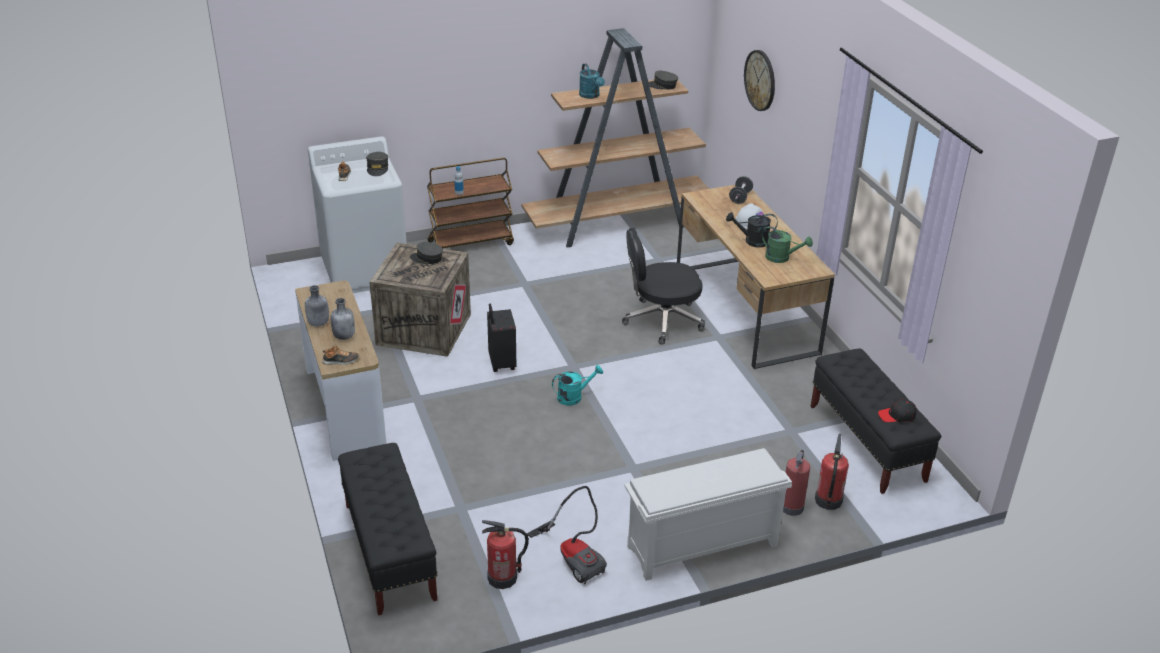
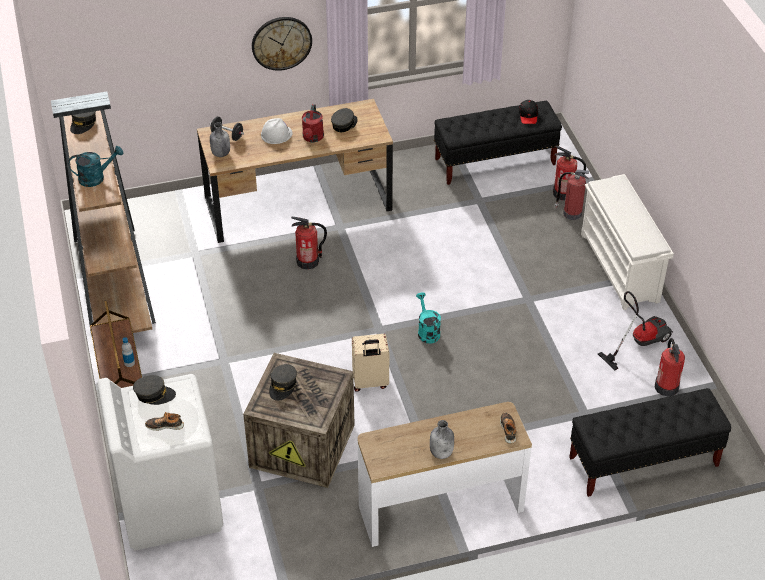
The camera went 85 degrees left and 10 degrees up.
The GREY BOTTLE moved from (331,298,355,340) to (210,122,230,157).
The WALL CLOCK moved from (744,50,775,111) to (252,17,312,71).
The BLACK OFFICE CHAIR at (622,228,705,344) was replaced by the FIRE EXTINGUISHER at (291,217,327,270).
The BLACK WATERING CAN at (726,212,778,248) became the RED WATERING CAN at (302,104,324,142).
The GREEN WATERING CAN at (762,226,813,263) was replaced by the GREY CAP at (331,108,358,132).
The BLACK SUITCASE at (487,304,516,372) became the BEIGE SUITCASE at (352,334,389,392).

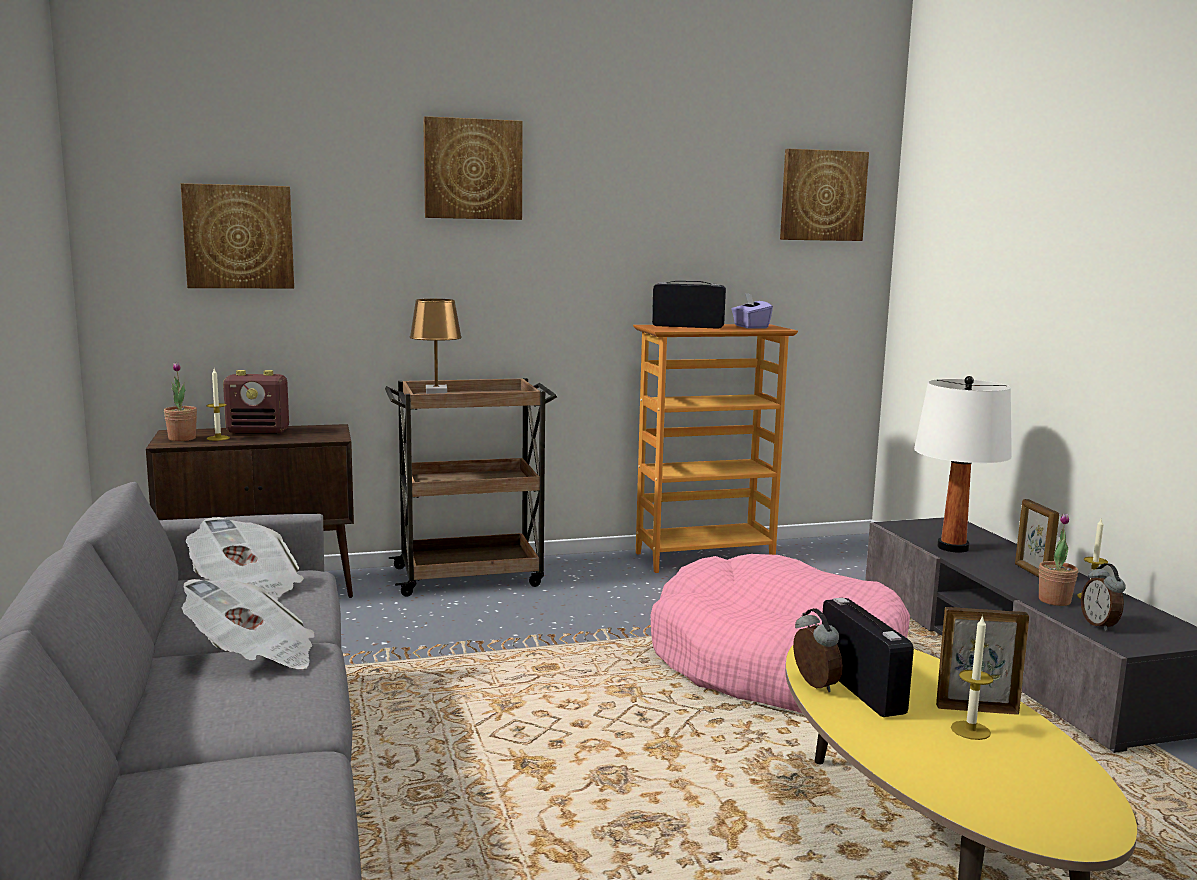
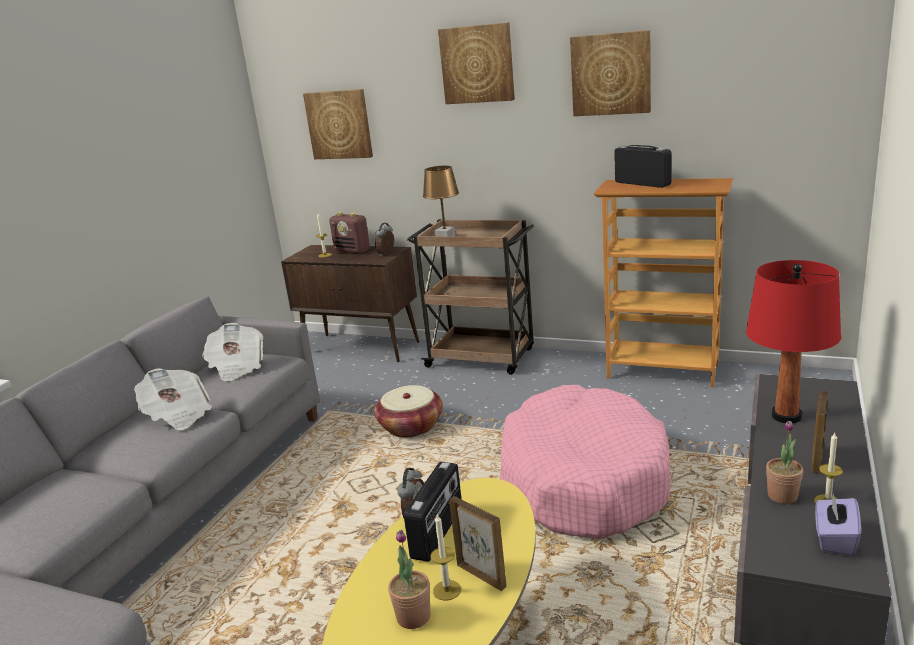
The camera went 40 degrees right and 10 degrees up.
The BASKET at (374,385,443,438) appeared.
The ALARM CLOCK moved from (1081,563,1125,631) to (375,223,394,256).
The POTTED PLANT moved from (164,362,197,441) to (388,530,430,629).
The PICTURE moved from (780,149,869,241) to (570,30,651,116).
The WHITE TABLE LAMP at (914,376,1012,553) became the RED TABLE LAMP at (746,260,841,423).
The PURPLE TISSUE BOX moved from (731,293,773,329) to (815,494,861,556).

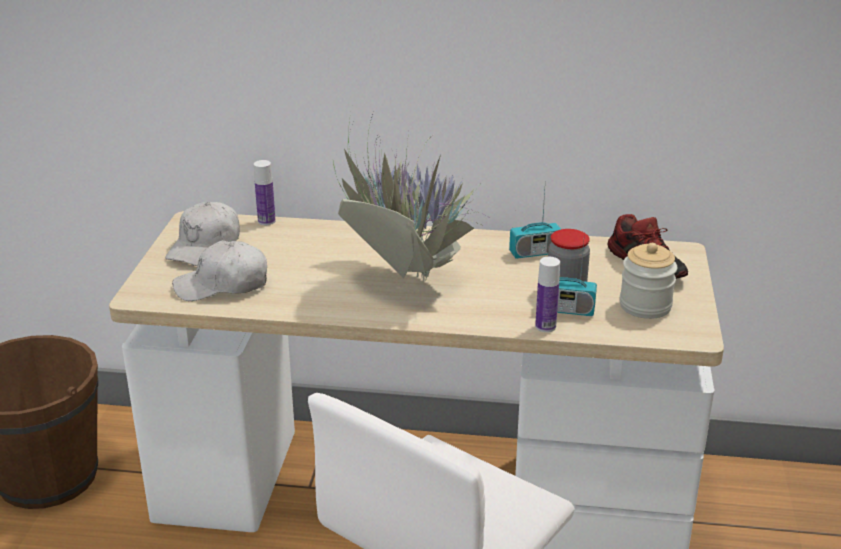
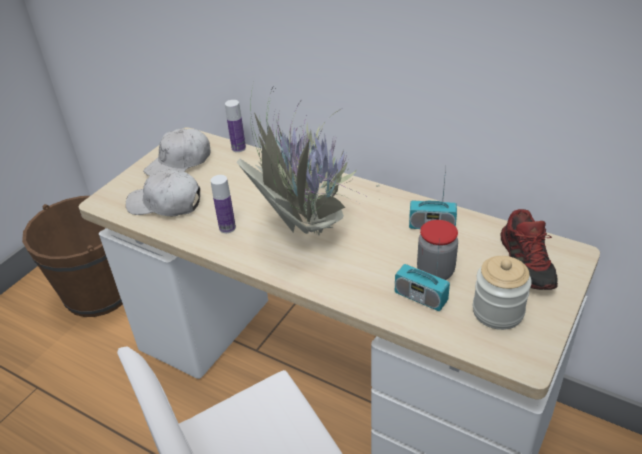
The camera went 25 degrees right and 10 degrees up.
The BOTTLE moved from (535,257,560,332) to (210,175,236,233).

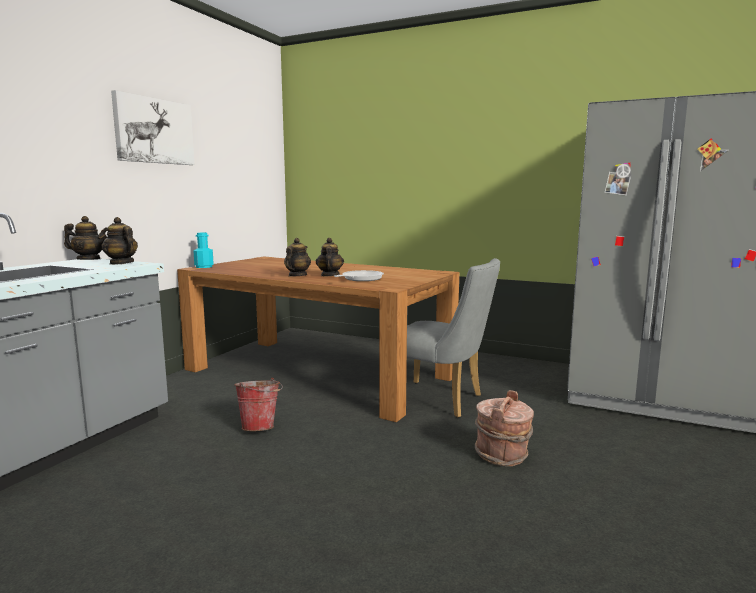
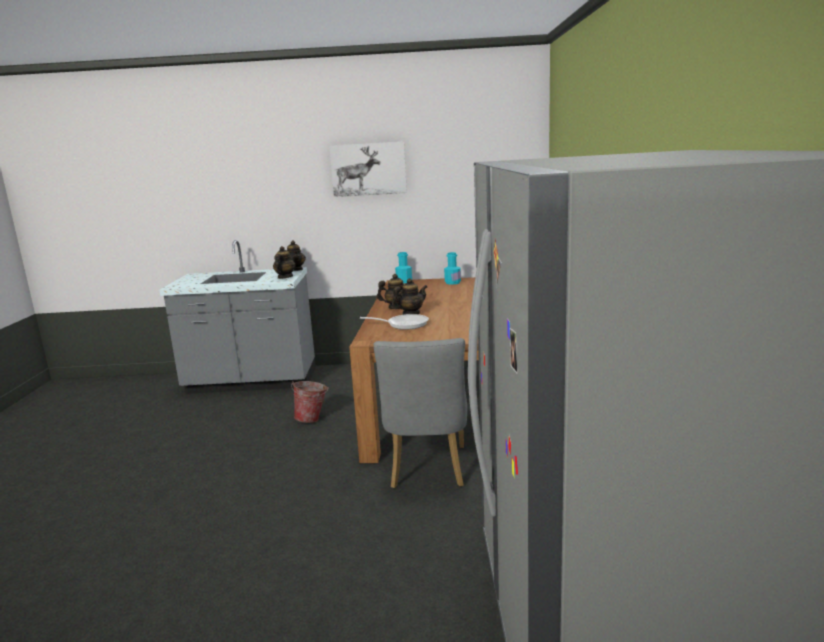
The camera went 65 degrees right and 5 degrees up.
The TURQUOISE BOTTLE at (444,252,461,285) appeared.
The BROWN BUCKET at (475,390,534,466) disappeared.

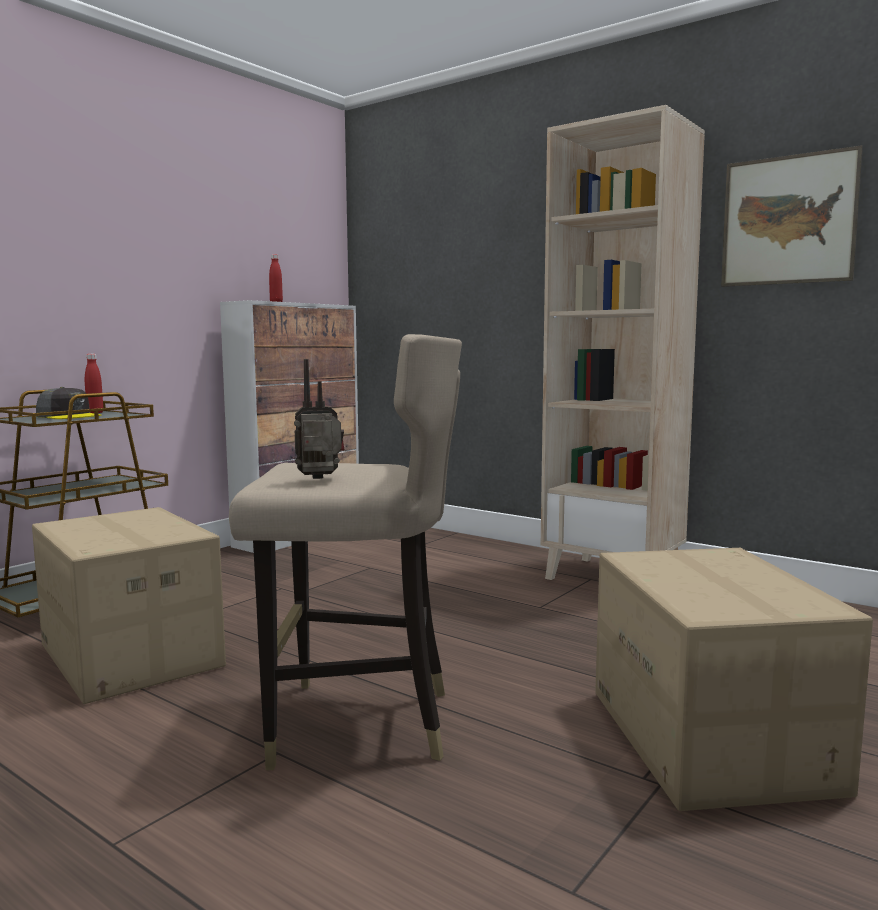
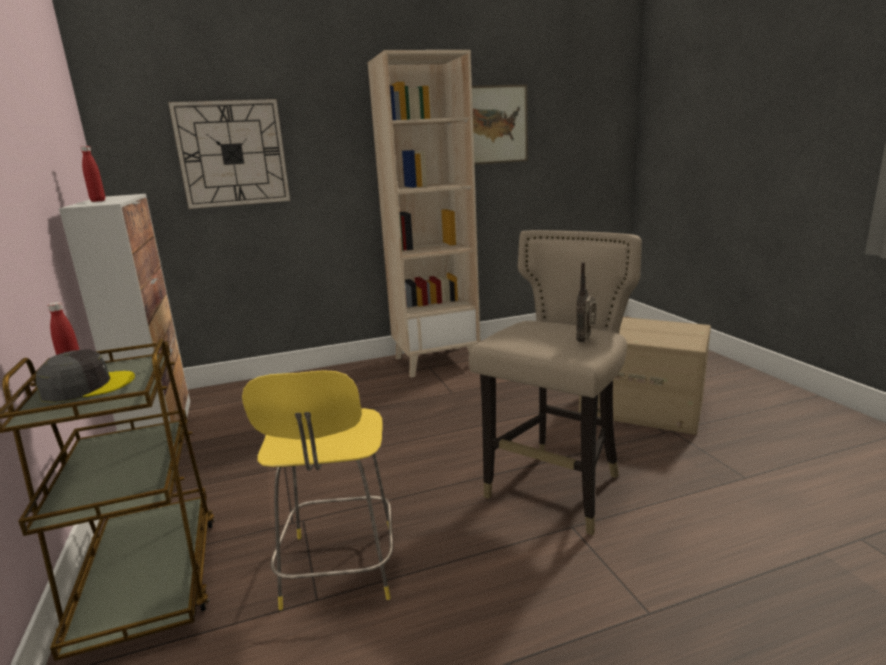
The camera went 55 degrees left and 10 degrees up.
The WALL CLOCK at (168,99,290,209) appeared.
The CARDBOARD BOX at (32,507,226,704) was replaced by the YELLOW STOOL at (242,370,393,610).

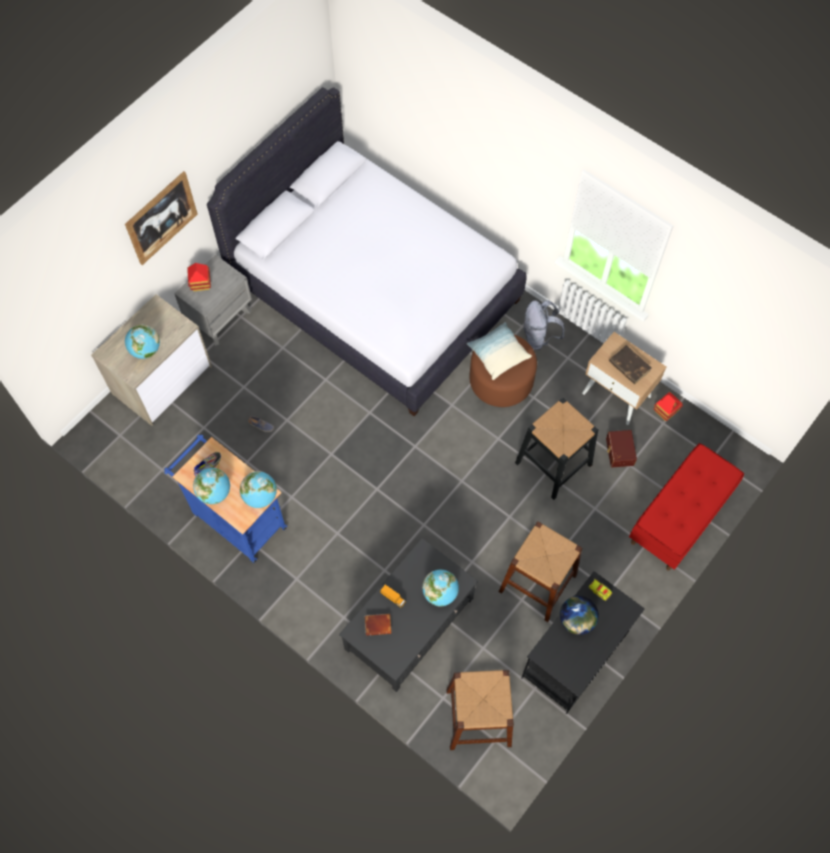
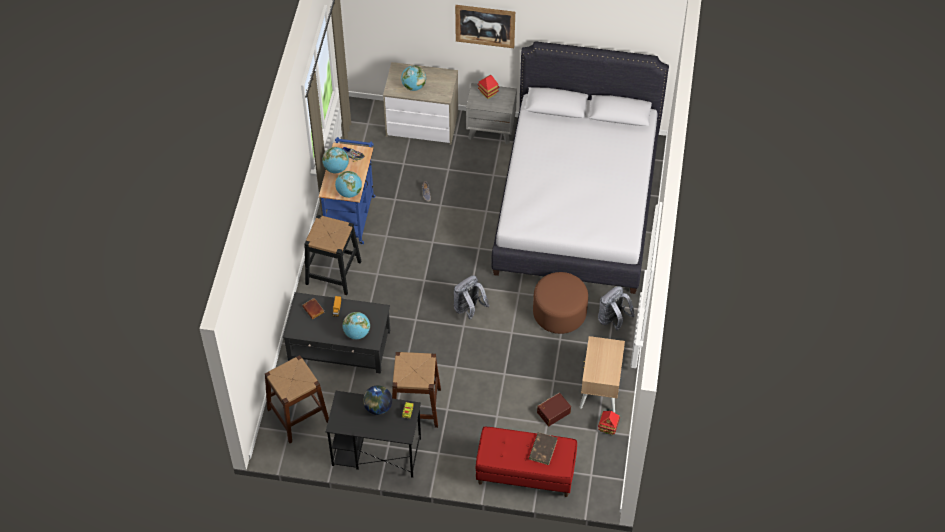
The camera went 60 degrees right and 10 degrees down.
The BLACK STOOL moved from (515,398,598,500) to (304,215,362,295).
The GREY BACKPACK at (454,276,490,320) appeared.
The BROWN BOOK moved from (609,345,651,384) to (529,432,558,465).
The PILLOW at (467,322,532,380) disappeared.

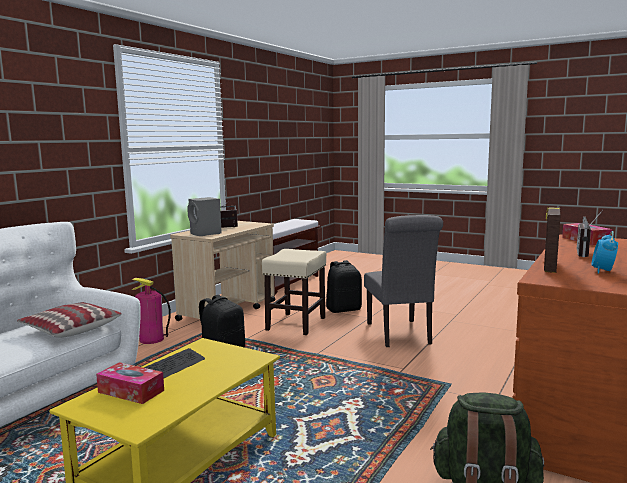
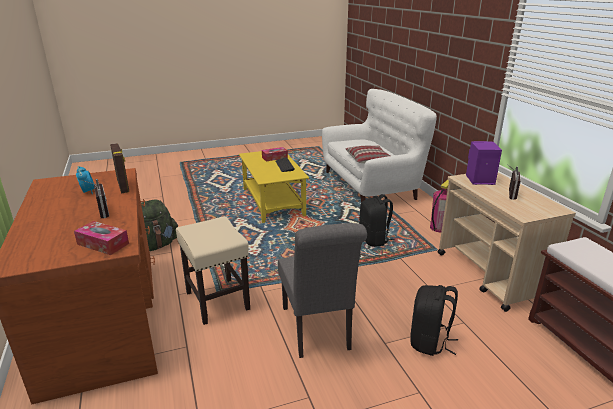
The camera went 130 degrees right and 15 degrees up.
The BEIGE STOOL moved from (262,249,326,335) to (176,216,250,325).
The GREY CHAIR at (364,215,443,347) turned 135 degrees counterclockwise.
The GREY SPEAKER at (187,197,222,236) became the PURPLE SPEAKER at (466,141,502,185).

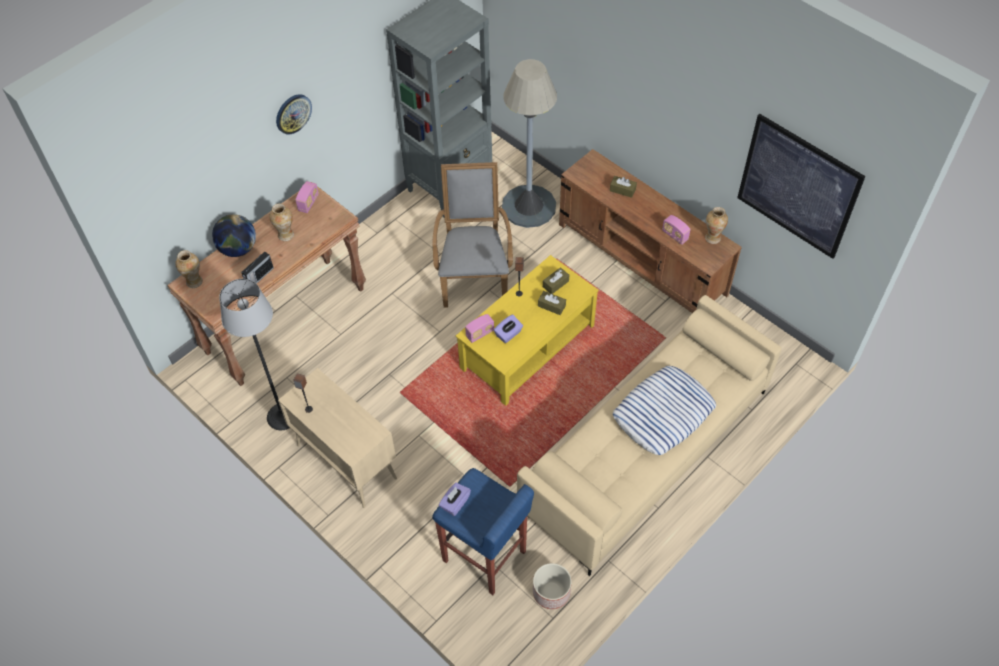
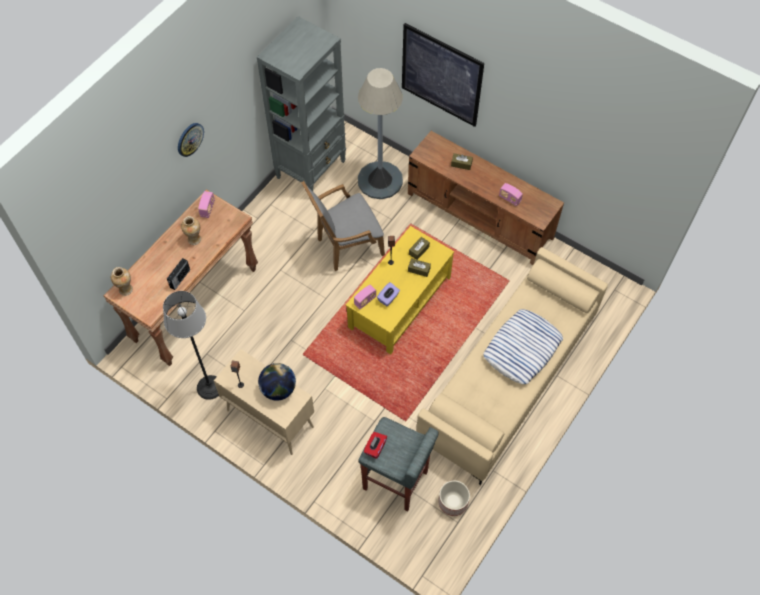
The camera went 10 degrees left and 5 degrees up.
The GLOBE moved from (212,214,256,257) to (258,363,296,401).
The GREY ARMCHAIR at (432,162,513,308) turned 105 degrees counterclockwise.
The BLUE STOOL at (432,468,534,595) became the GREY STOOL at (359,417,439,511).
The PURPLE TISSUE BOX at (439,483,471,516) became the RED TISSUE BOX at (364,432,387,459).
The PICTURE moved from (737,114,866,259) to (402,23,484,127).
The VASE at (705,207,728,244) disappeared.

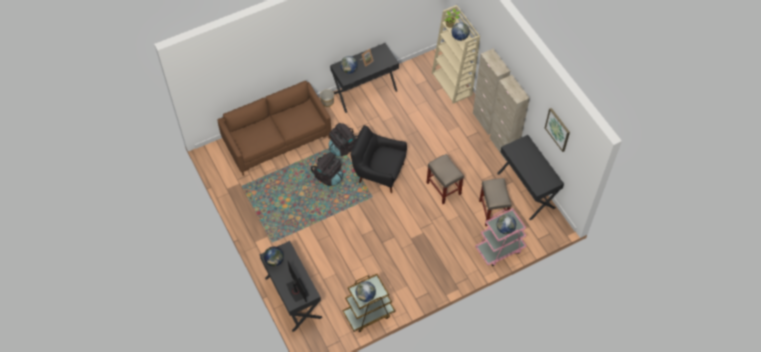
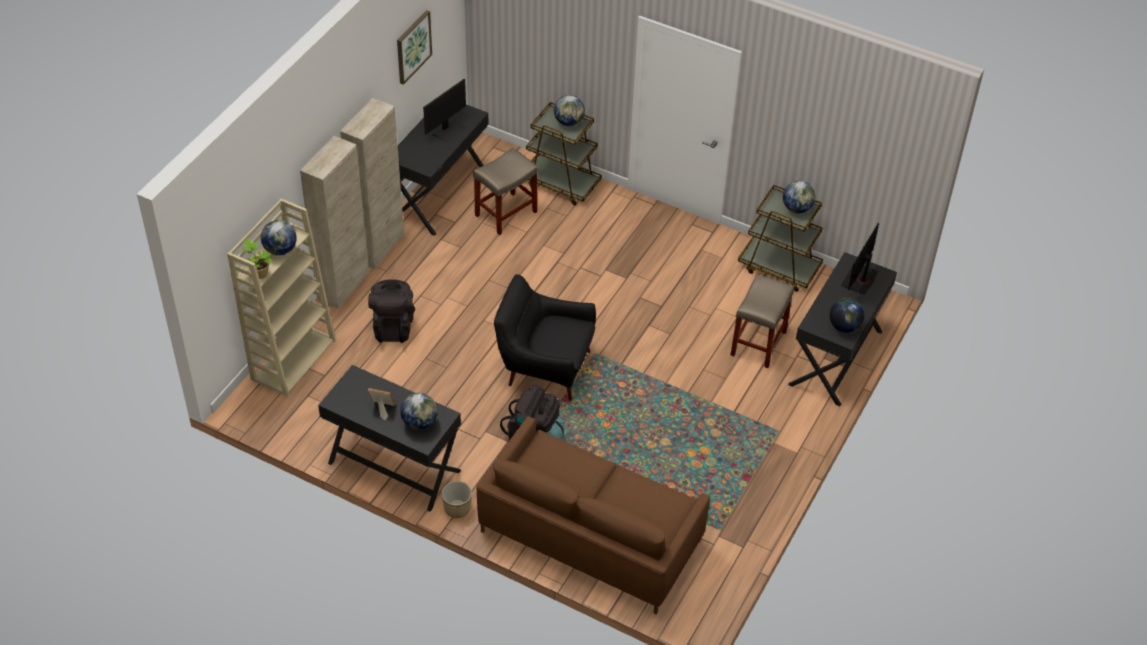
The camera went 125 degrees left and 10 degrees down.
The BLACK BACKPACK moved from (311,152,343,186) to (368,279,415,343).
The MONITOR at (423,79,466,143) appeared.
The BLACK ARMCHAIR at (351,125,407,193) turned 120 degrees clockwise.
The PINK CART at (475,208,527,266) became the BROWN CART at (526,102,602,205).
The BEIGE STOOL moved from (426,154,464,204) to (731,275,794,368).

